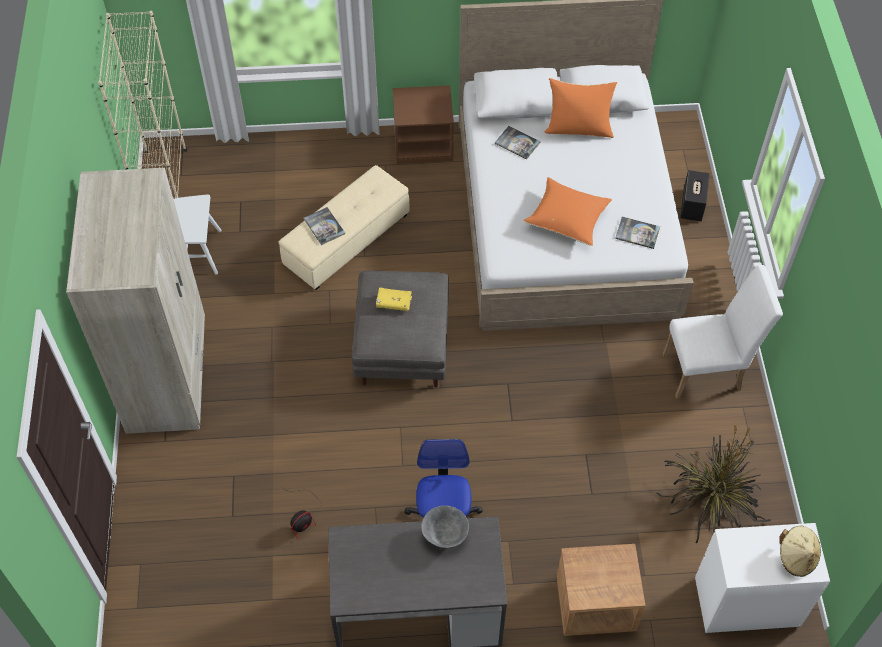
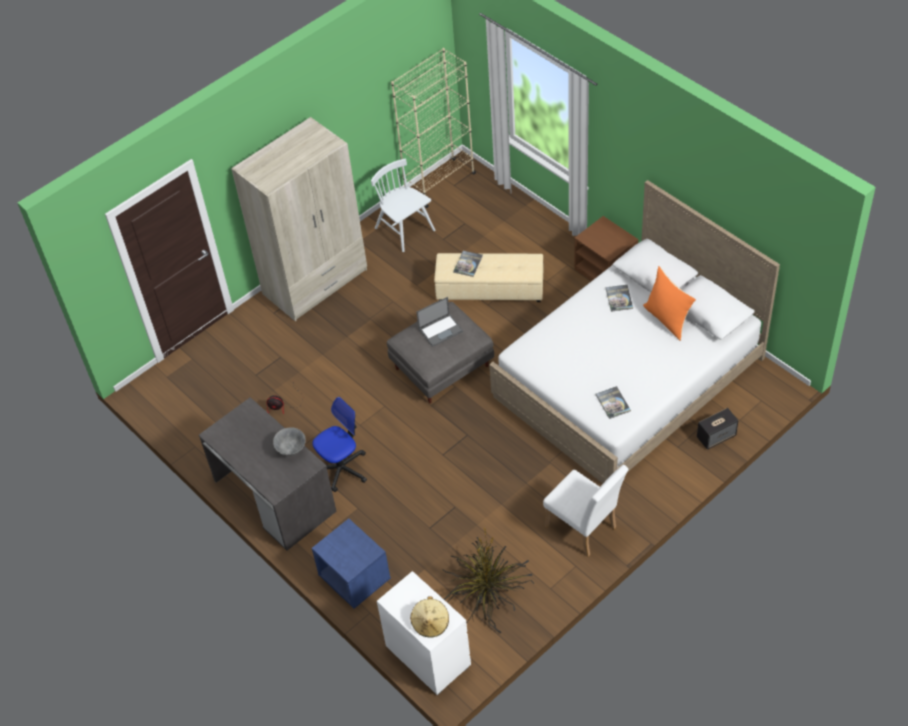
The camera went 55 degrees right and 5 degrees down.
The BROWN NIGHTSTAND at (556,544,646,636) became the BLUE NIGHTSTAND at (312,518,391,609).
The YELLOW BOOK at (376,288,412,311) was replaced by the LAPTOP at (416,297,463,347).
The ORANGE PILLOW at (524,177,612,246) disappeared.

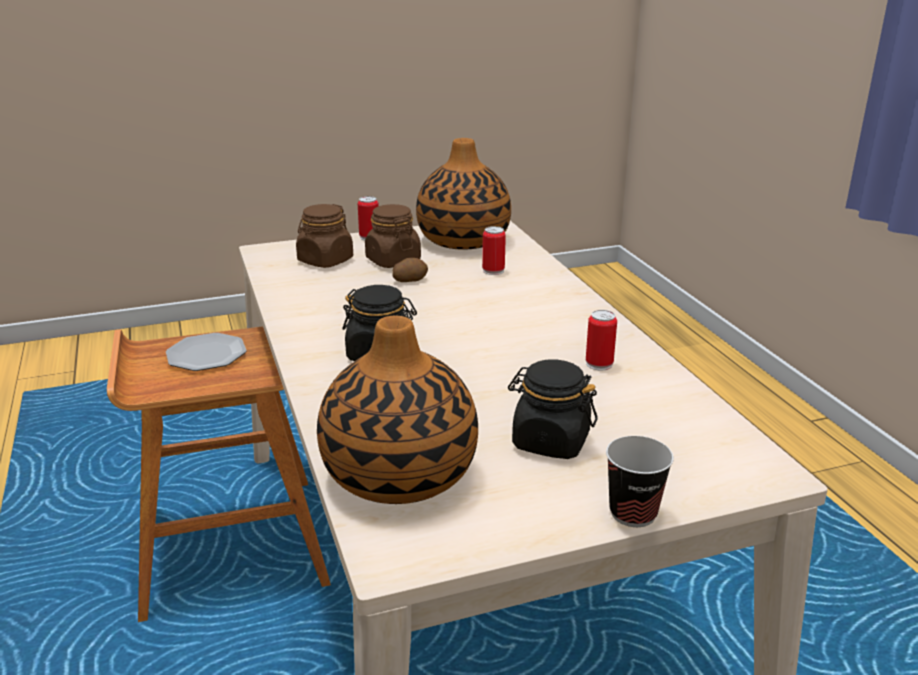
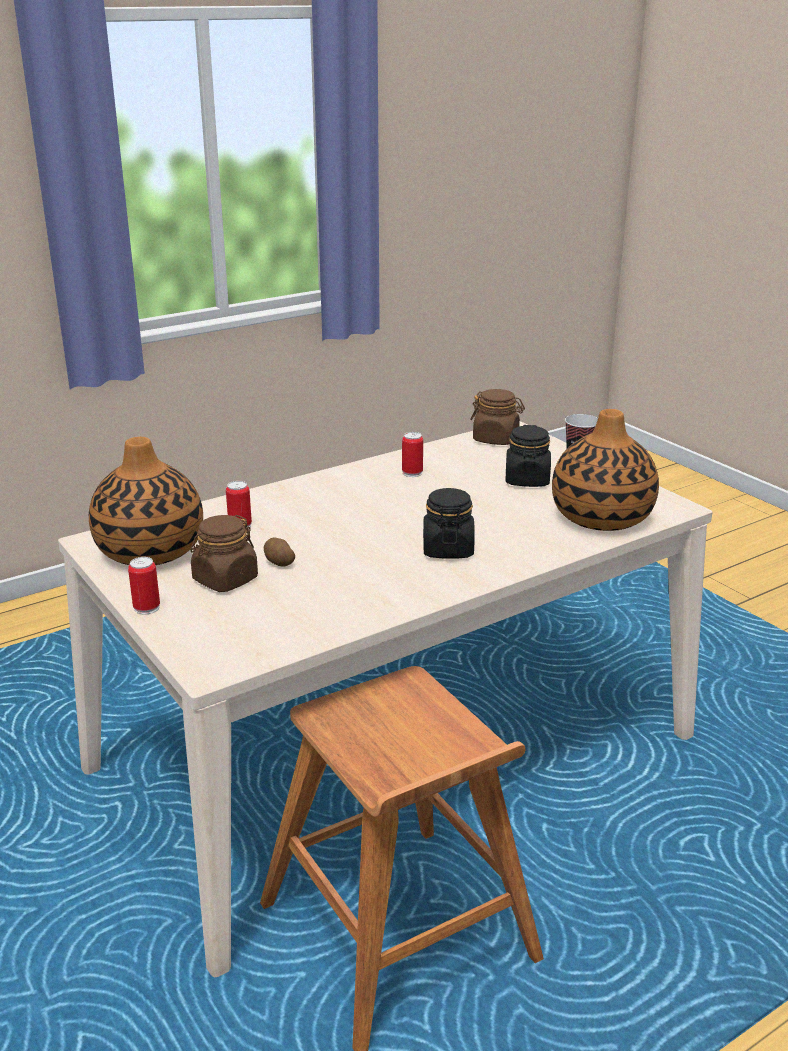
The camera went 105 degrees left and 0 degrees up.
The BROWN JAR moved from (296,204,353,268) to (470,389,525,445).
The PLATE at (166,333,247,371) disappeared.

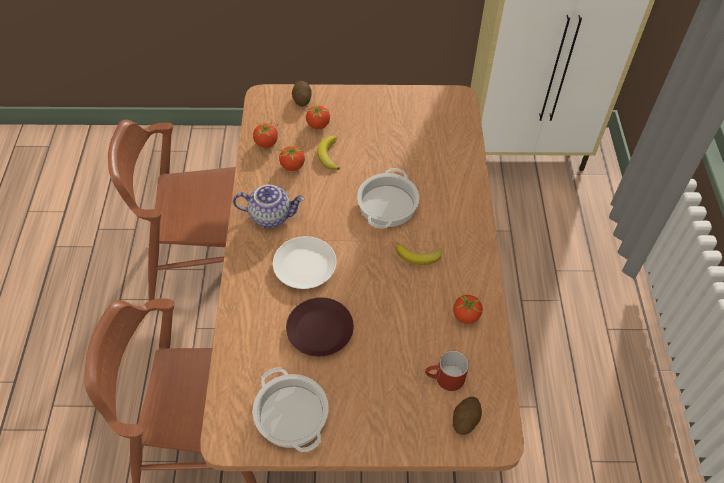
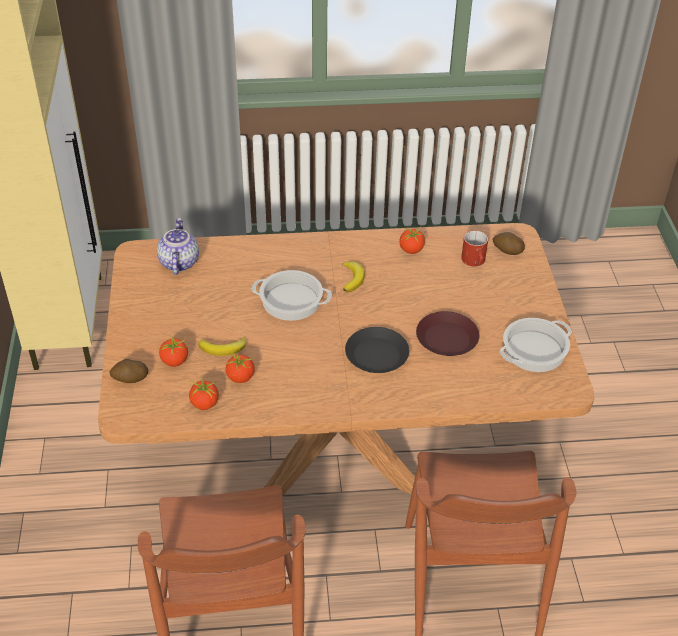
The camera went 95 degrees left and 10 degrees down.
The TEAPOT moved from (233,185,305,228) to (157,218,199,275).
The WHITE PLATE at (273,236,336,289) became the BLACK PLATE at (345,327,409,373).

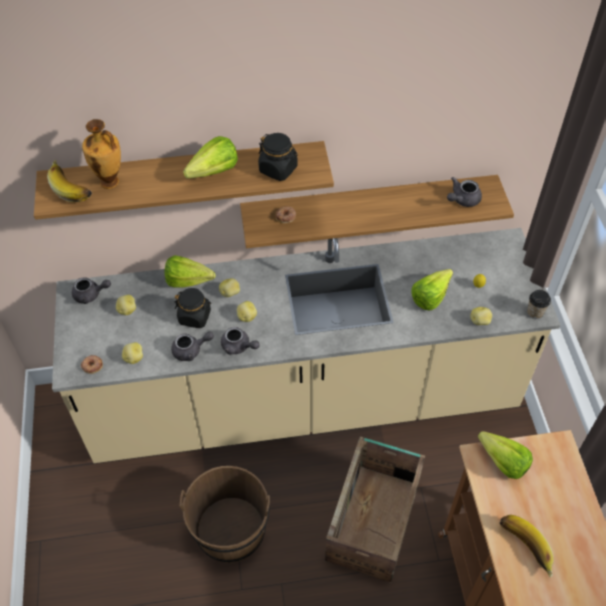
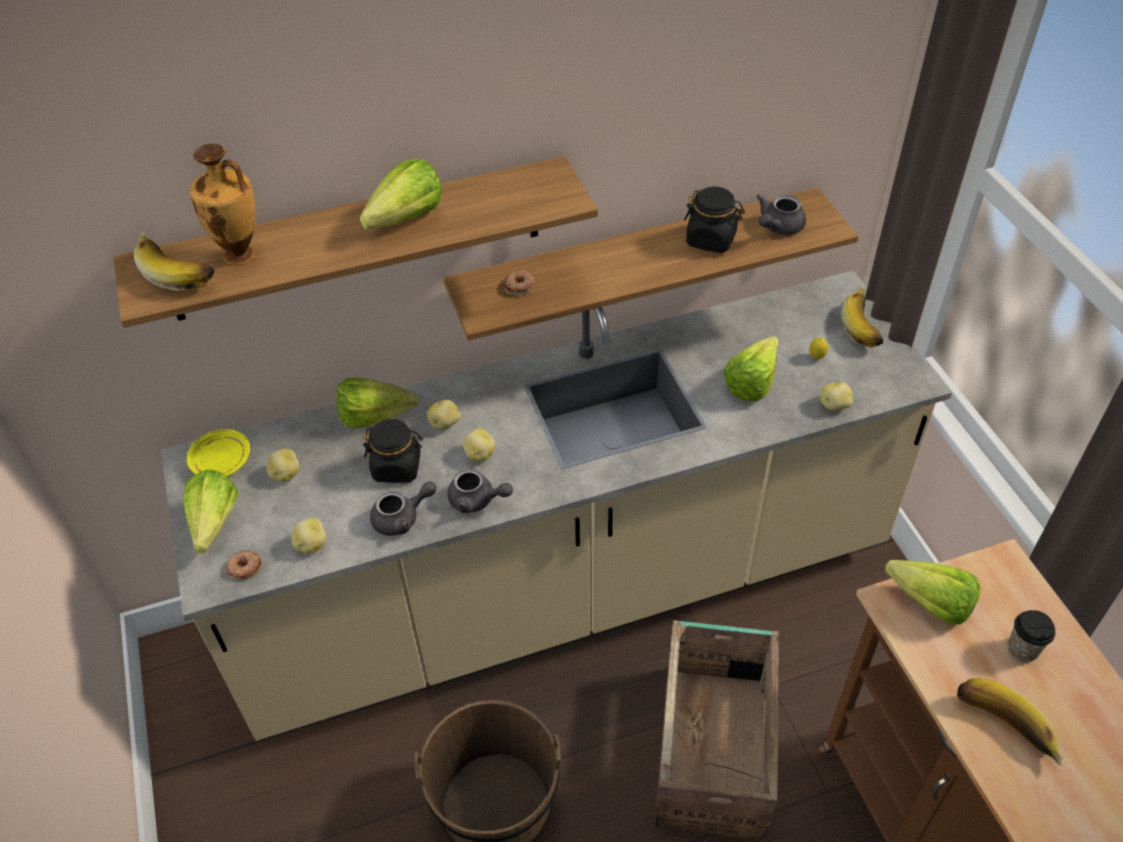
The camera went 10 degrees left and 5 degrees down.
The LETTUCE at (183,469,238,554) appeared.
The GREY TEAPOT at (72,277,111,304) was replaced by the YELLOW PLATE at (187,429,250,476).
The BLACK JAR moved from (258,133,298,181) to (684,187,745,253).
The BANANA at (841,287,883,347) appeared.
The CUP moved from (527,290,551,319) to (1008,610,1055,662).

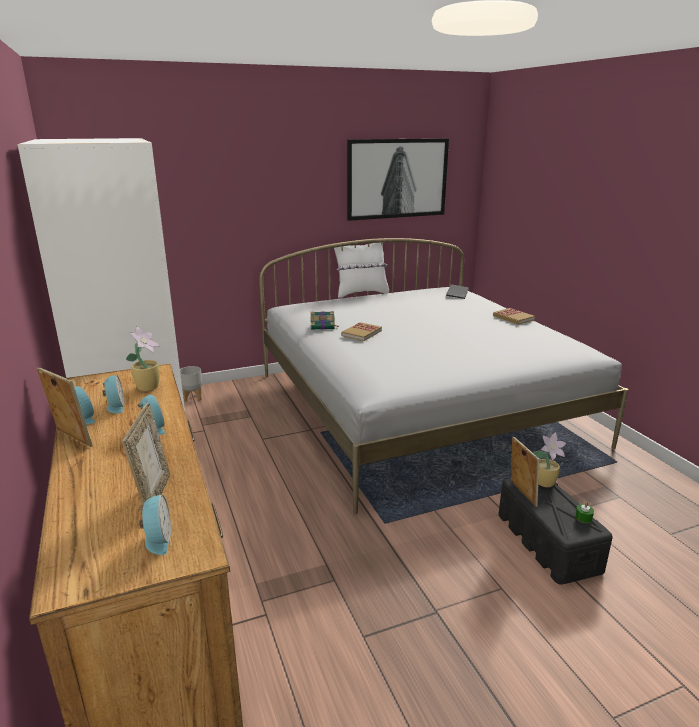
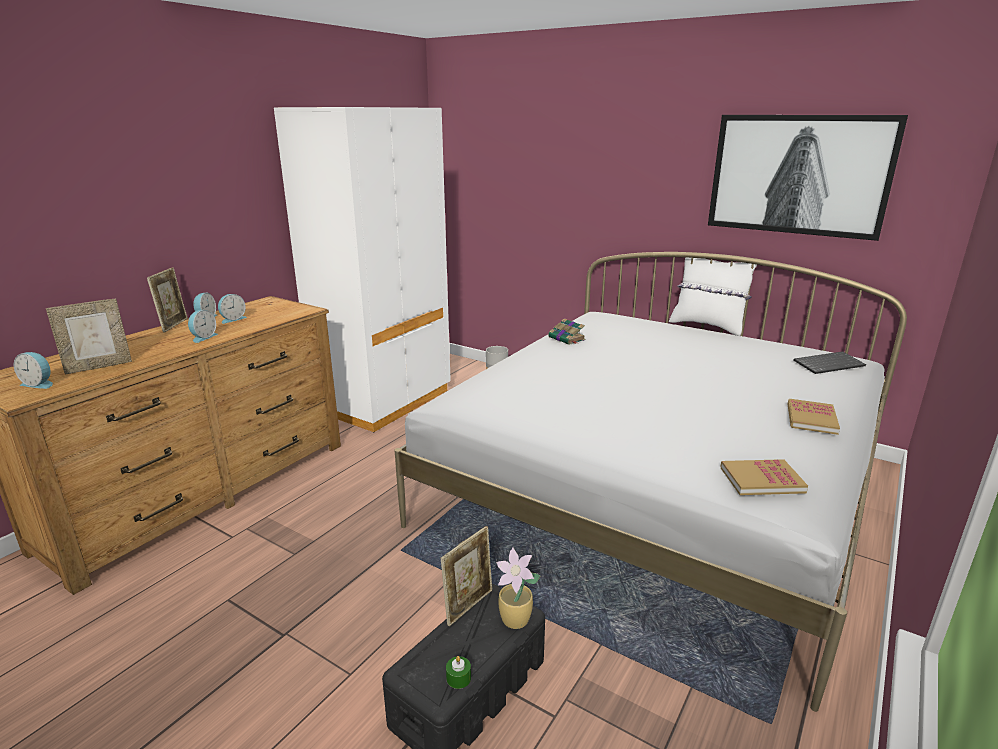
The camera went 55 degrees right and 0 degrees up.
The ALARM CLOCK at (139,495,171,555) turned 60 degrees clockwise.
The BOOK moved from (341,322,382,341) to (720,459,808,495).
The POTTED PLANT at (126,326,160,391) disappeared.

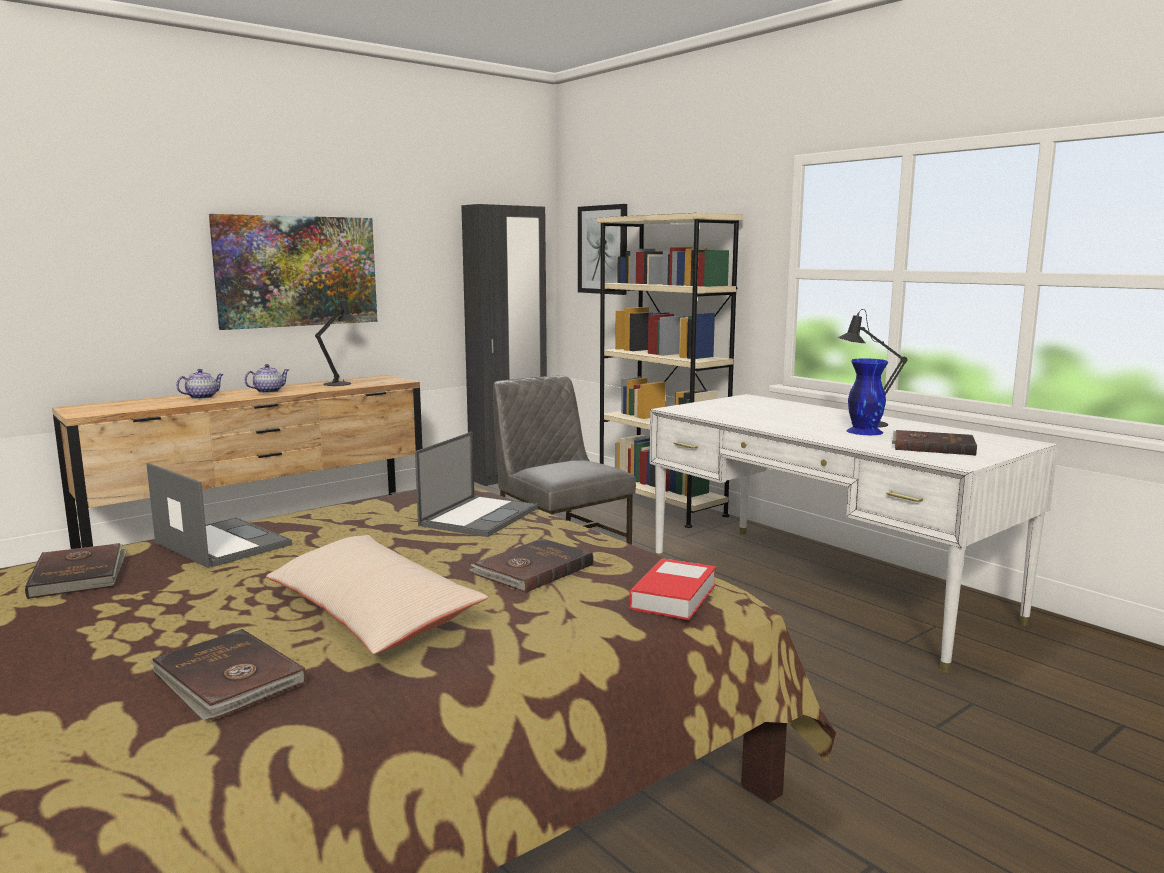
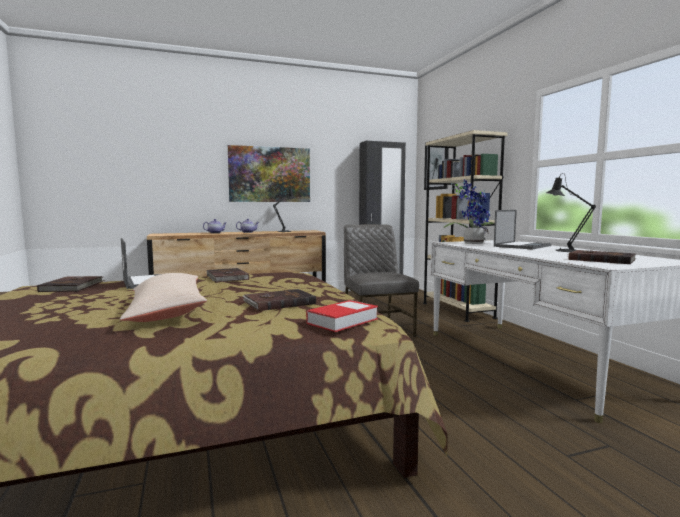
The camera went 20 degrees right and 5 degrees down.
The BROWN BOOK moved from (151,629,306,721) to (206,268,249,282).
The POTTED PLANT at (443,179,495,244) appeared.
The LAPTOP moved from (415,432,538,537) to (494,210,551,249).
The BLUE VASE at (846,358,888,435) disappeared.

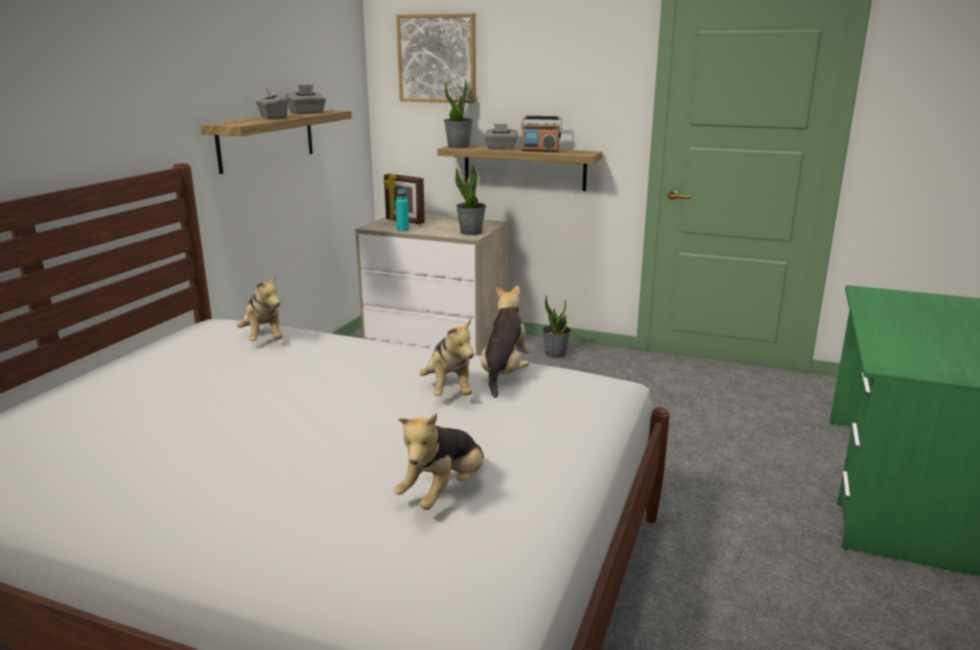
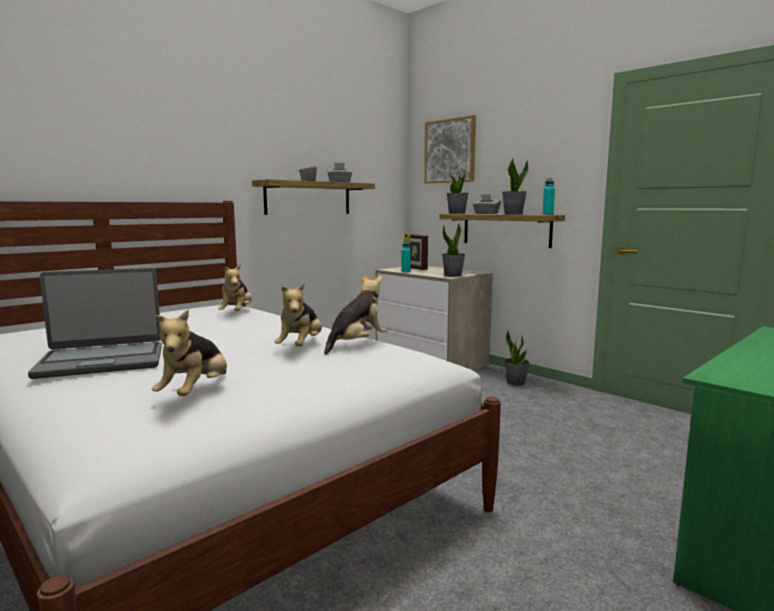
The camera went 25 degrees right and 10 degrees down.
The LAPTOP at (28,268,162,379) appeared.
The PLUSH TOY at (394,413,484,510) turned 45 degrees counterclockwise.
The RADIO at (521,116,562,152) was replaced by the POTTED PLANT at (502,158,528,214).
The TURQUOISE BOTTLE at (542,178,555,215) appeared.

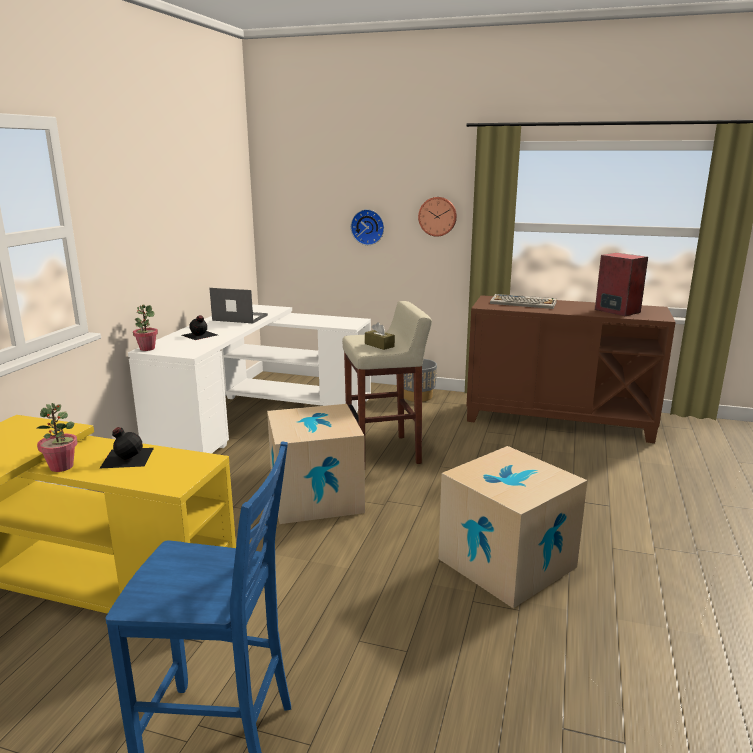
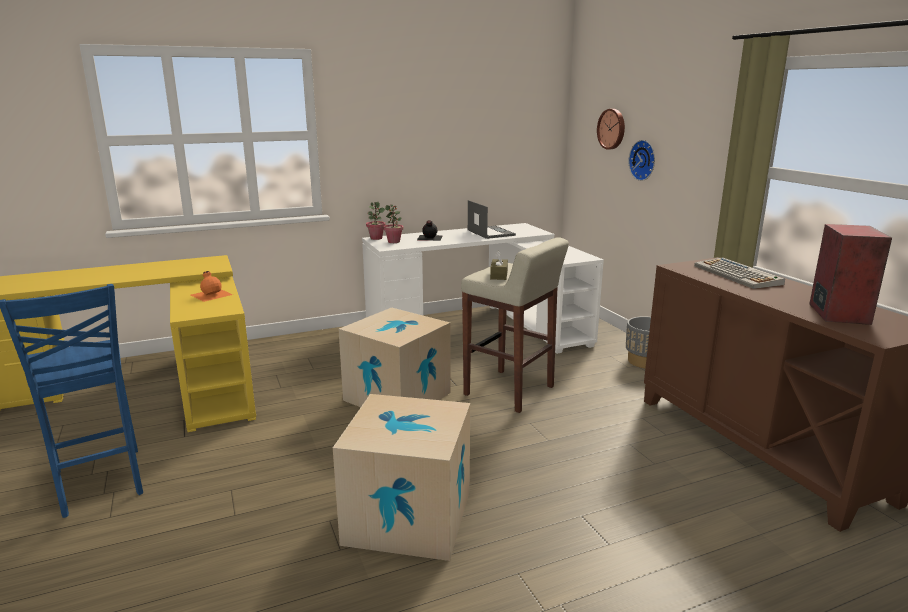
The camera went 50 degrees right and 0 degrees up.
The BLACK BOTTLE at (99,427,154,469) became the ORANGE BOTTLE at (191,271,233,302).
The POTTED PLANT moved from (37,403,78,472) to (384,204,404,243).
The WALL CLOCK moved from (418,197,457,237) to (597,109,625,150).

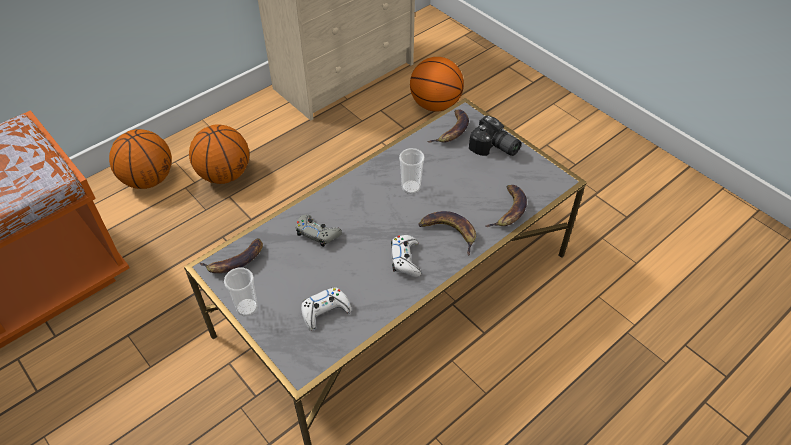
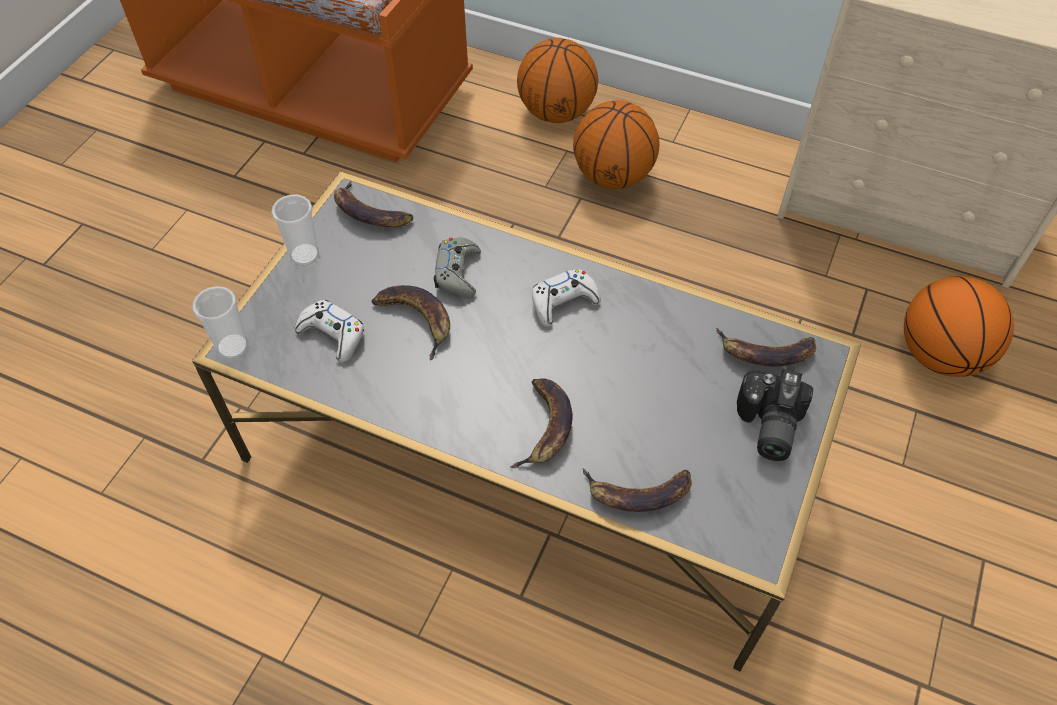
The camera went 65 degrees right and 5 degrees up.
The CUP moved from (399,148,425,194) to (192,286,248,359).
The BANANA at (371,285,450,361) appeared.
The WHITE GAME CONTROLLER moved from (391,235,422,277) to (532,269,601,327).

